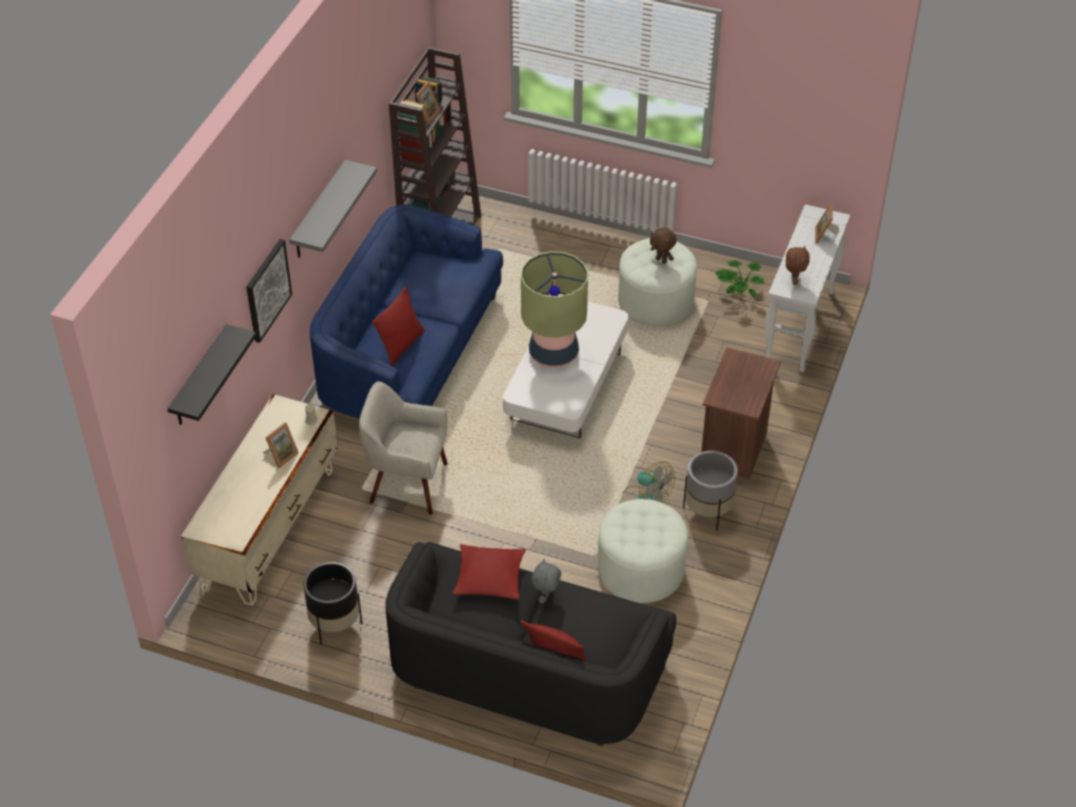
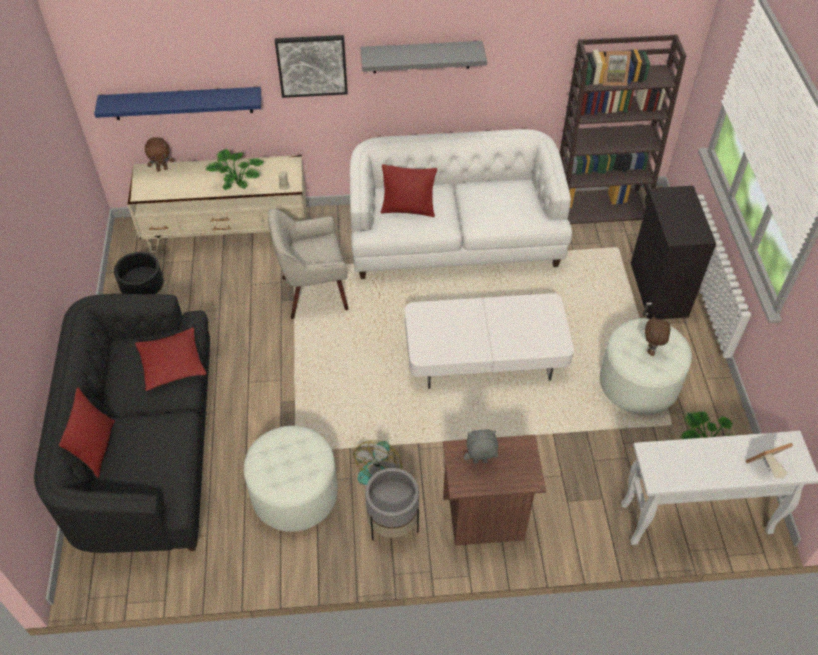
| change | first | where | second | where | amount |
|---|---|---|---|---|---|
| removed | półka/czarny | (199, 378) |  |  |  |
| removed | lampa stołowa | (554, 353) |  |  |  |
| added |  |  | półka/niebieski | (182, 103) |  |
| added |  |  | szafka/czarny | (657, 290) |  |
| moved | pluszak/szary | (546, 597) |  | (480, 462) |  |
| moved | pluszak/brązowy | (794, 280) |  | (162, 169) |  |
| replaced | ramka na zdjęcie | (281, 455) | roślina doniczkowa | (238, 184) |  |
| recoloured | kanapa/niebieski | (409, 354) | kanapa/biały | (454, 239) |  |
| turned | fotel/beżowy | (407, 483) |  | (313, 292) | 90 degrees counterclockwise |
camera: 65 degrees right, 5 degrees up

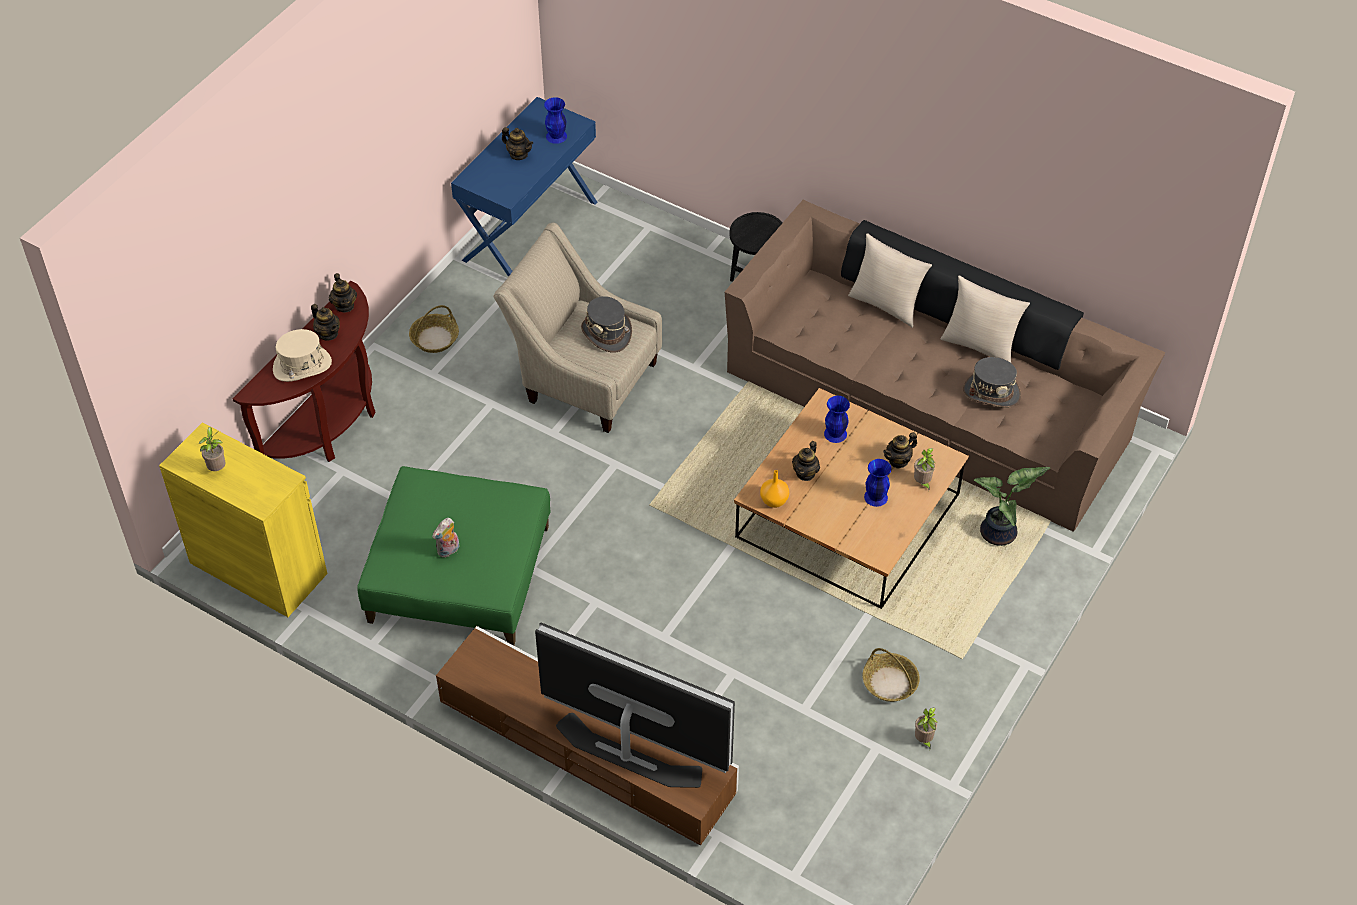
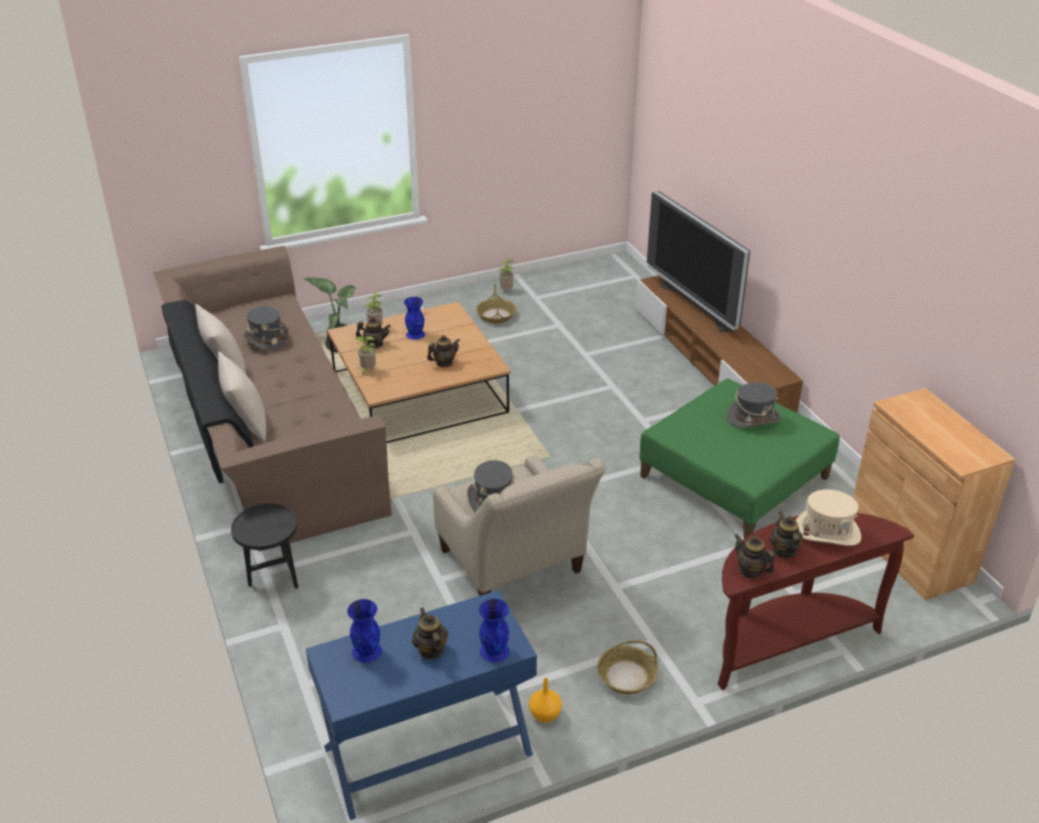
| change | first | where | second | where | amount |
|---|---|---|---|---|---|
| moved | roślina doniczkowa | (217, 468) |  | (367, 370) |  |
| moved | wazon/pomarańczowy | (773, 500) |  | (545, 715) |  |
| moved | wazon/niebieski | (835, 434) |  | (495, 651) |  |
| replaced | pluszak | (448, 551) | kapelusz/szary | (753, 418) |  |
| recoloured | szafka/żółty | (258, 568) | szafka/brązowy | (909, 551) |  |
| turned | imbryk | (344, 305) |  | (750, 571) | 60 degrees counterclockwise |
camera: 145 degrees left, 15 degrees down

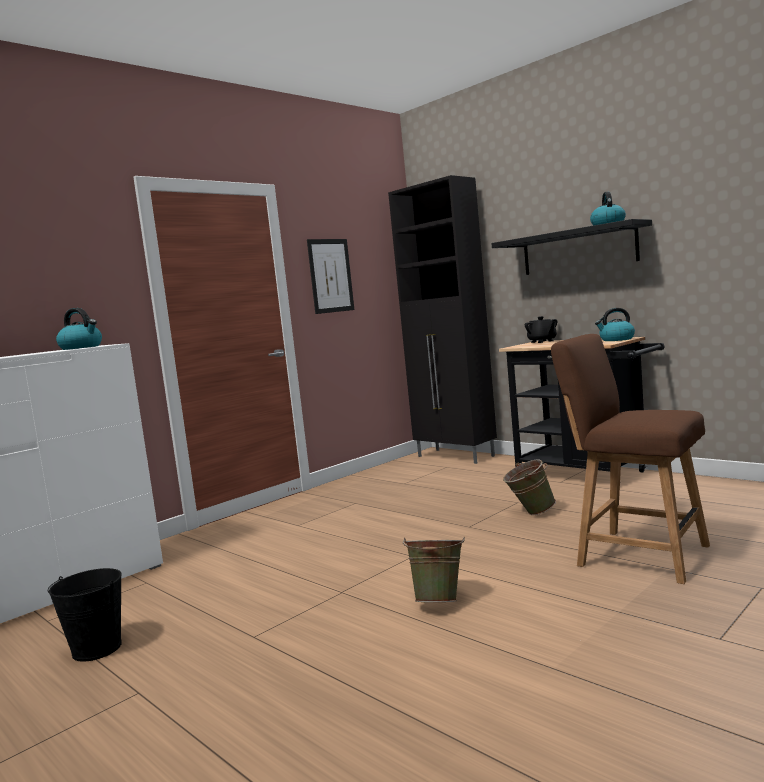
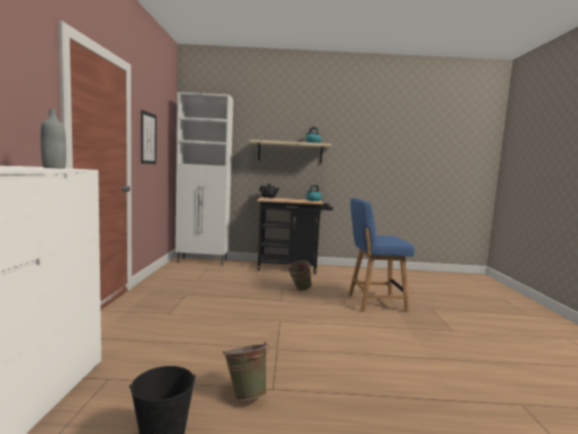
| change | first | where | second | where | amount |
|---|---|---|---|---|---|
| moved | wiadro/zielony | (439, 601) |  | (246, 393) |  |
| replaced | czajnik | (82, 347) | butelka/szary | (54, 168) |  |
| recoloured | szafka/czarny | (456, 456) | szafka/biały | (203, 262) |  |
| recoloured | półka/czarny | (578, 250) | półka/beżowy | (290, 152) |  |
| recoloured | krzesło/brązowy | (636, 554) | krzesło/niebieski | (373, 303) |  |
camera: 45 degrees left, 0 degrees up

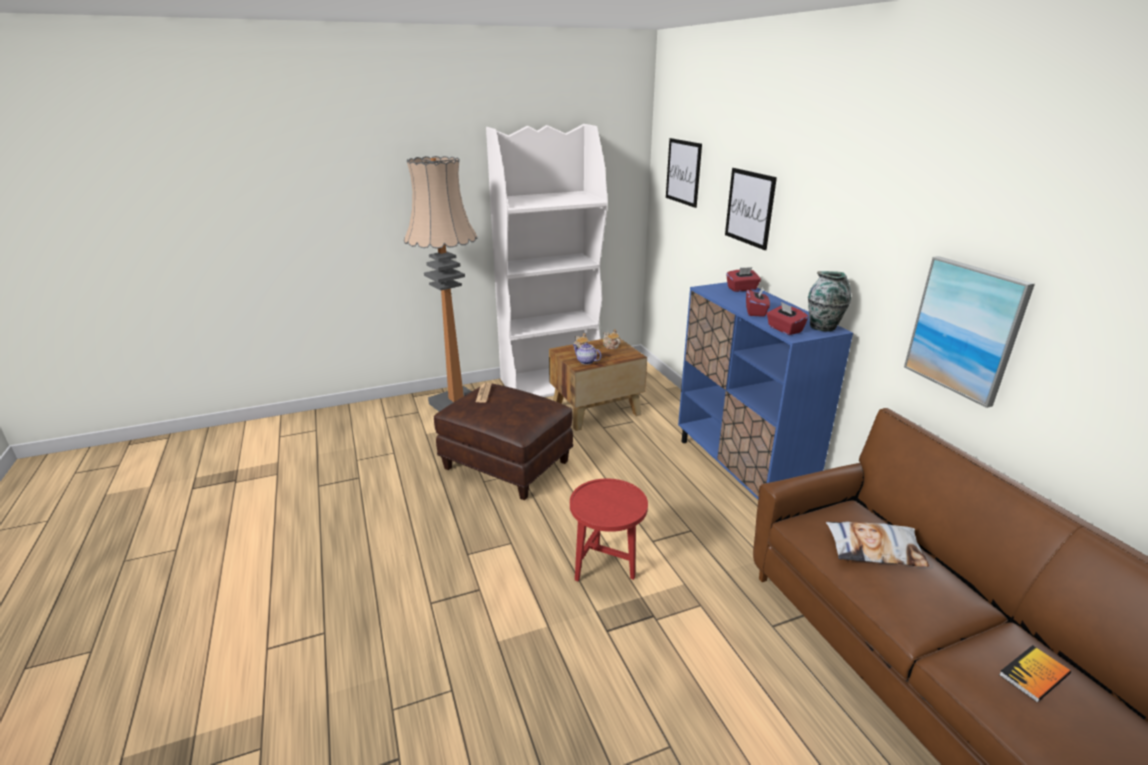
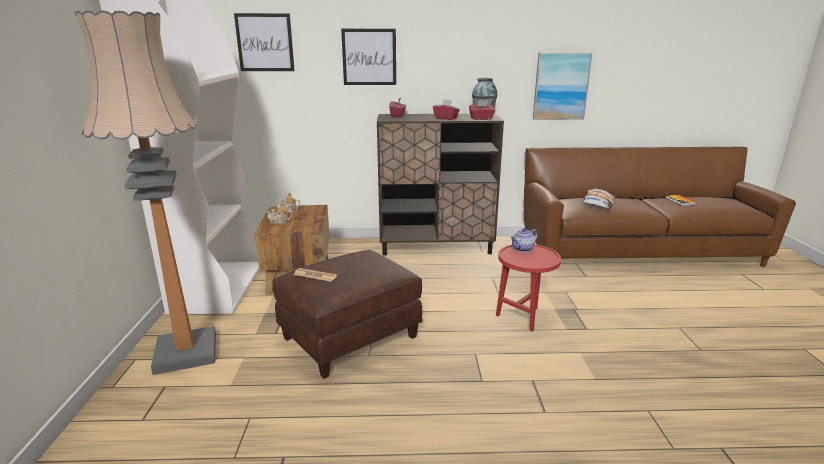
| change | first | where | second | where | amount |
|---|---|---|---|---|---|
| moved | imbryk | (586, 361) |  | (523, 249) |  |
| recoloured | szafka/niebieski | (740, 471) | szafka/brązowy | (436, 247) |  |
camera: 70 degrees left, 5 degrees down

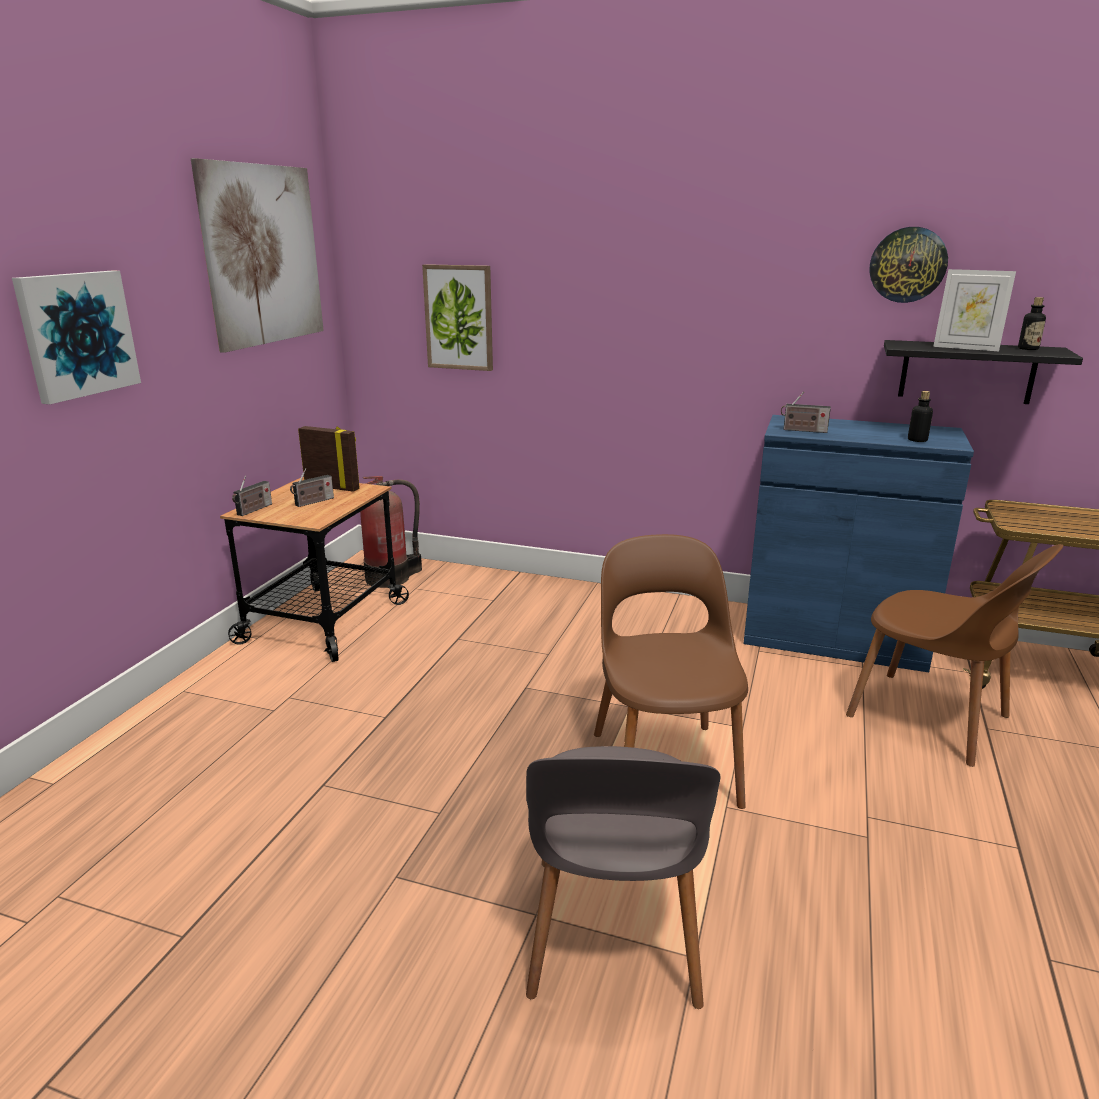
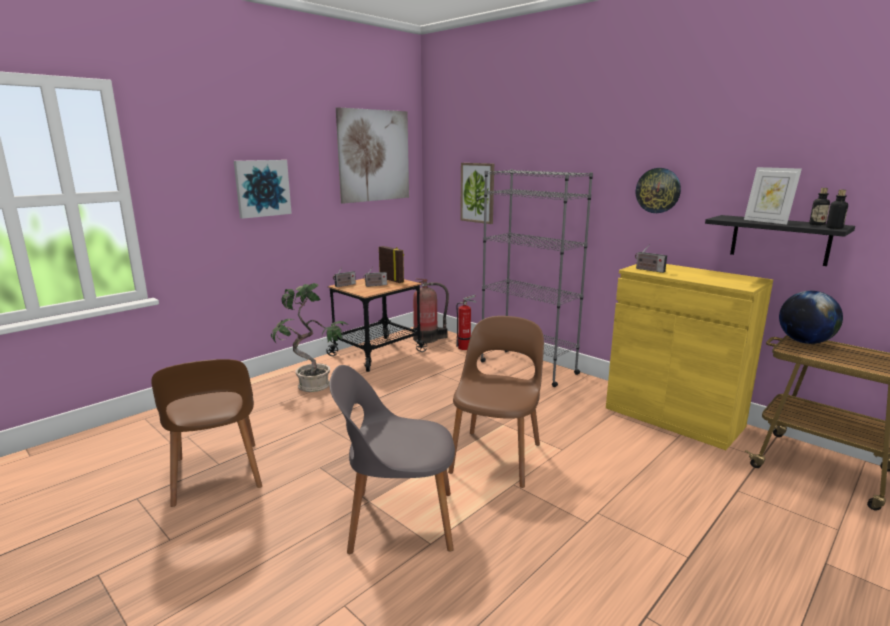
| change | first | where | second | where | amount |
|---|---|---|---|---|---|
| added |  |  | roślina doniczkowa | (312, 386) |  |
| added |  |  | gaśnica | (466, 347) |  |
| added |  |  | regał/szary | (528, 367) |  |
| added |  |  | globus | (804, 342) |  |
| moved | krzesło/brązowy | (932, 719) |  | (217, 475) |  |
| moved | zegar ścienny | (907, 265) |  | (658, 190) |  |
| moved | butelka | (917, 440) |  | (834, 228) |  |
| recoloured | szafka/niebieski | (834, 638) | szafka/żółty | (673, 417) |  |
| turned | krzesło/szary | (612, 934) |  | (398, 520) | 60 degrees clockwise |
camera: 25 degrees right, 5 degrees down

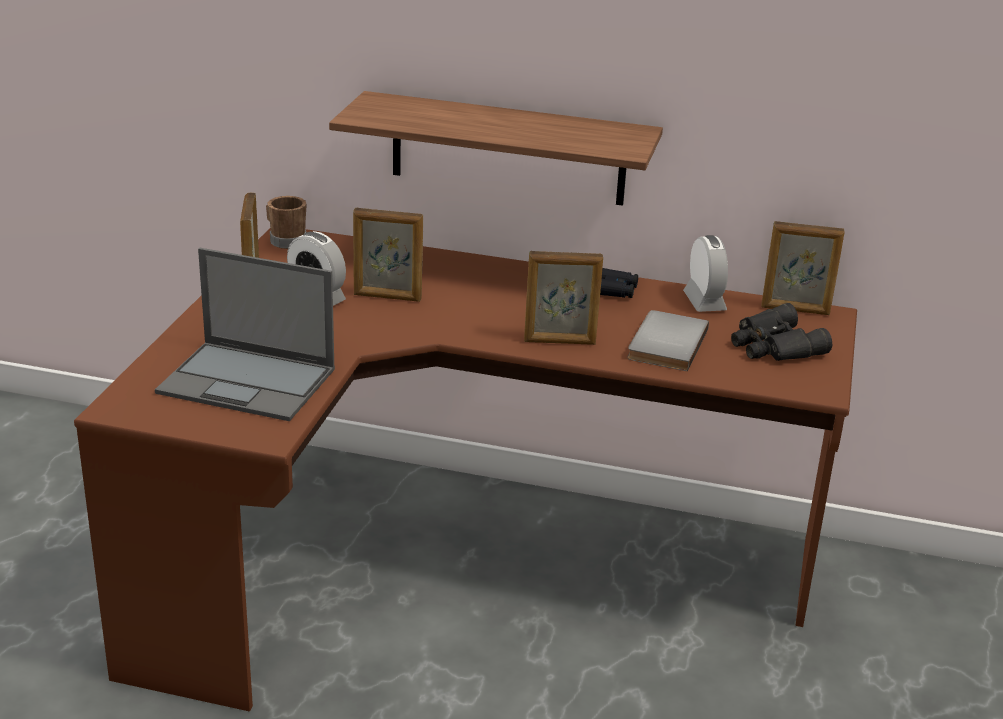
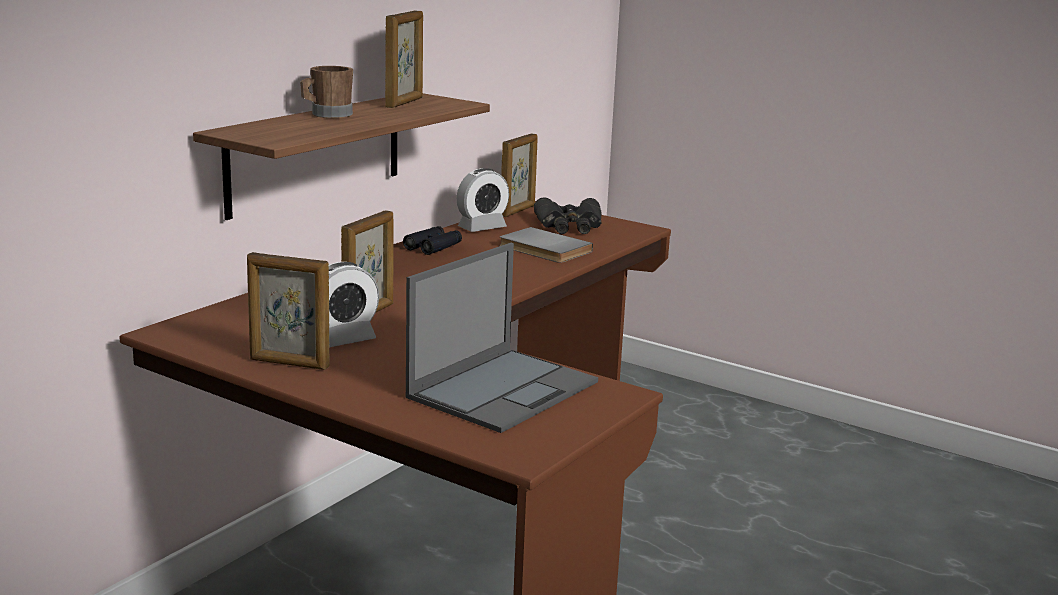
| change | first | where | second | where | amount |
|---|---|---|---|---|---|
| moved | kubek/brązowy | (285, 240) |  | (327, 115) |  |
| moved | ramka na zdjęcie | (560, 342) |  | (405, 102) |  |
| turned | budzik | (704, 302) |  | (482, 228) | 135 degrees clockwise |
camera: 70 degrees left, 10 degrees down

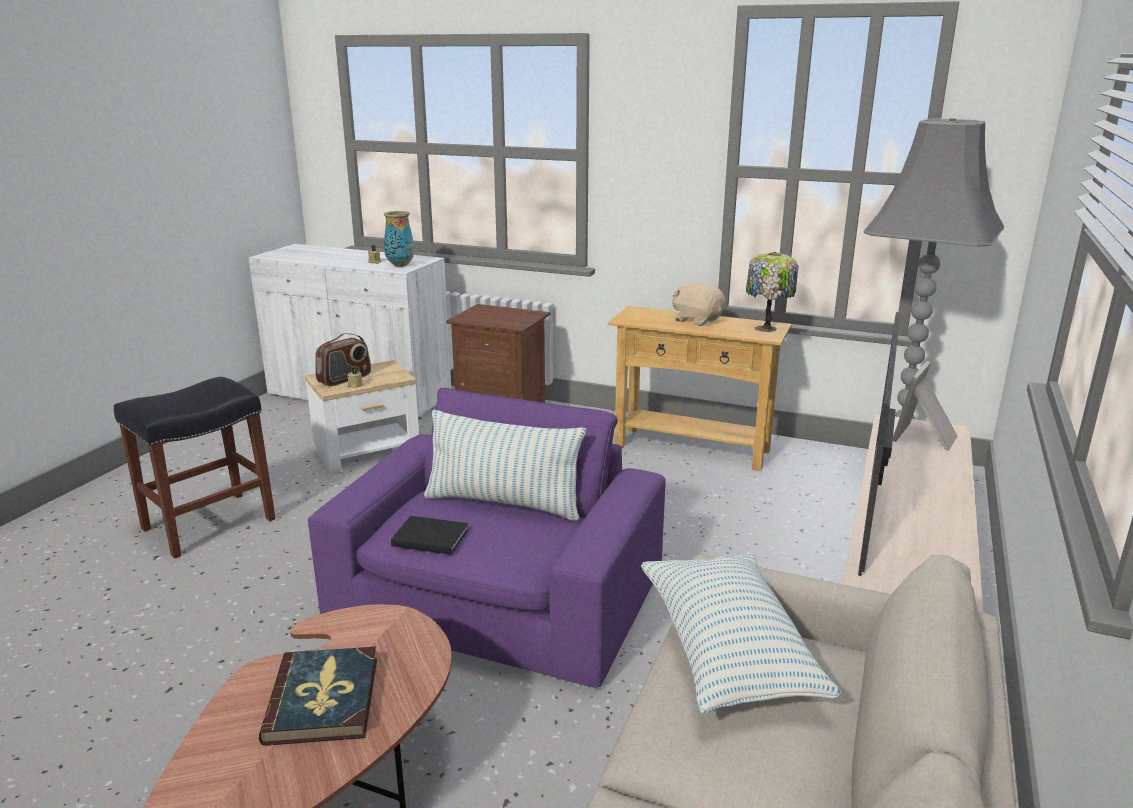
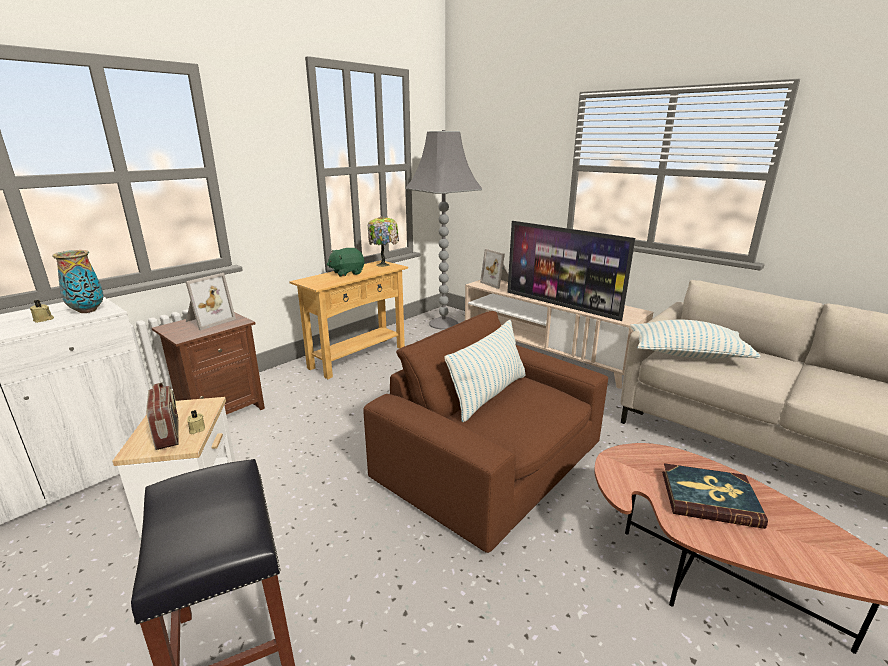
| change | first | where | second | where | amount |
|---|---|---|---|---|---|
| removed | książka/czarny | (429, 537) |  |  |  |
| added |  |  | ramka na zdjęcie | (208, 320) |  |
| recoloured | fotel/fioletowy | (497, 598) | fotel/brązowy | (492, 461) |  |
| recoloured | pluszak/beżowy | (696, 320) | pluszak/zielony | (347, 273) |  |
camera: 70 degrees left, 0 degrees up

